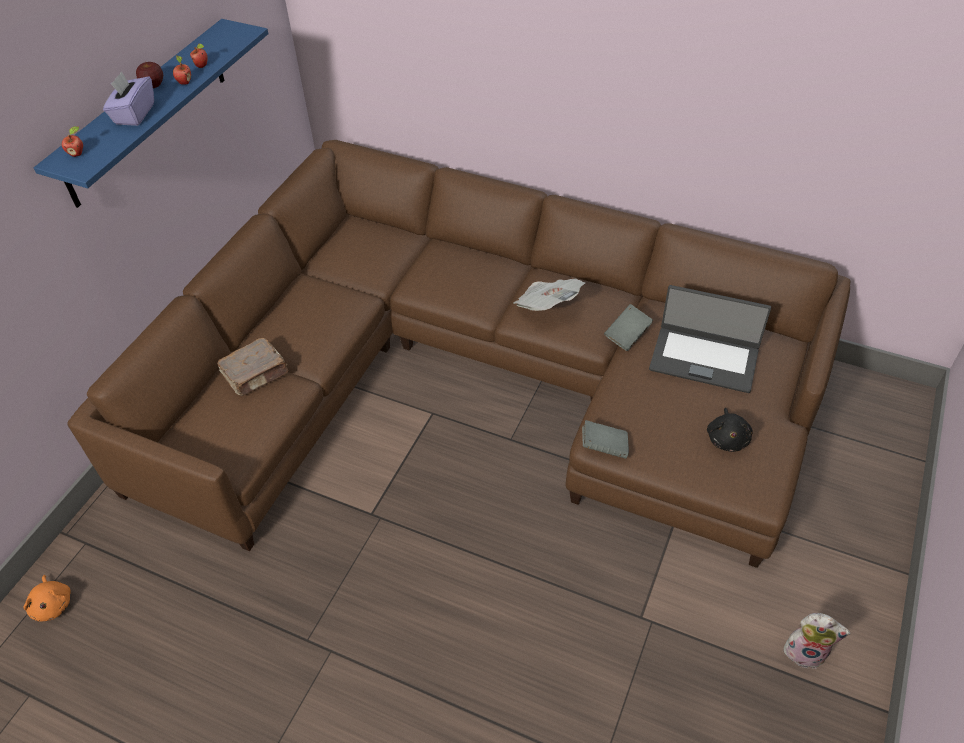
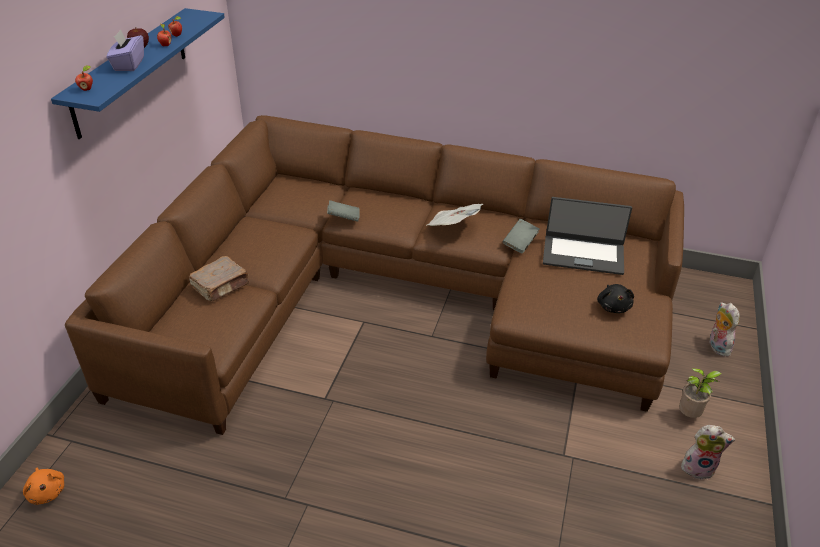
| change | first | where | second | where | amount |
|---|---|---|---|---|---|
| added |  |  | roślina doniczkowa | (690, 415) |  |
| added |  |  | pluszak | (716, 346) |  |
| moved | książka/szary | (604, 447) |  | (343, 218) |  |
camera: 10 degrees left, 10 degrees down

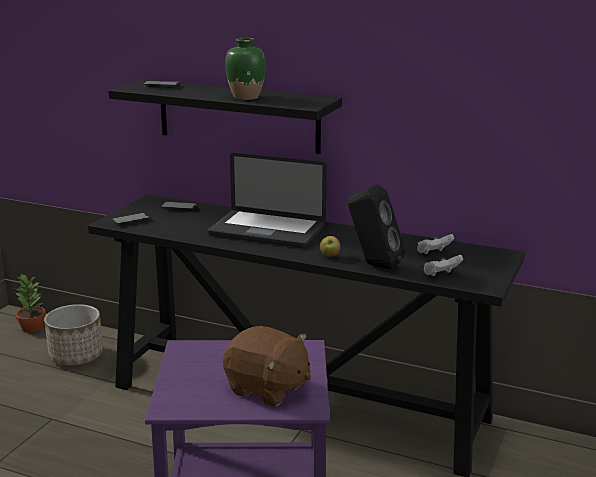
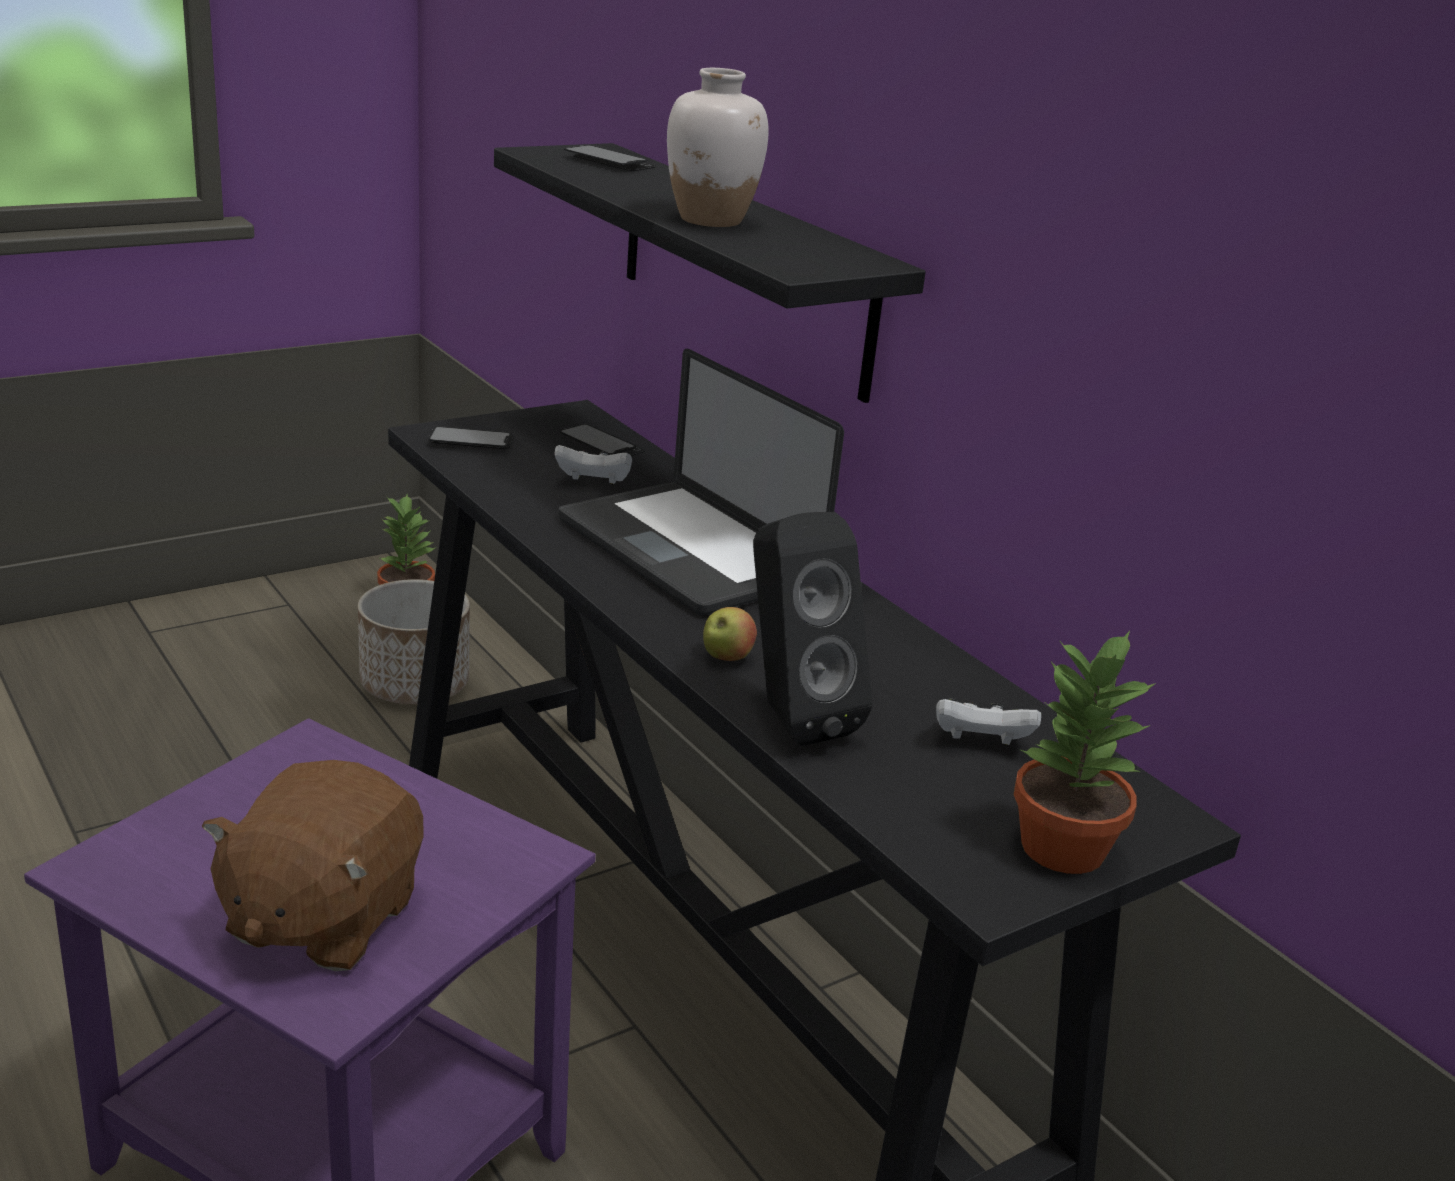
| change | first | where | second | where | amount |
|---|---|---|---|---|---|
| added |  |  | roślina doniczkowa | (1060, 848) |  |
| moved | pad do gier/biały | (441, 275) |  | (593, 483) |  |
| recoloured | wazon/zielony | (246, 97) | wazon/biały | (711, 219) |  |
| turned | pluszak/brązowy | (267, 389) |  | (321, 918) | 45 degrees clockwise |
camera: 30 degrees right, 5 degrees up

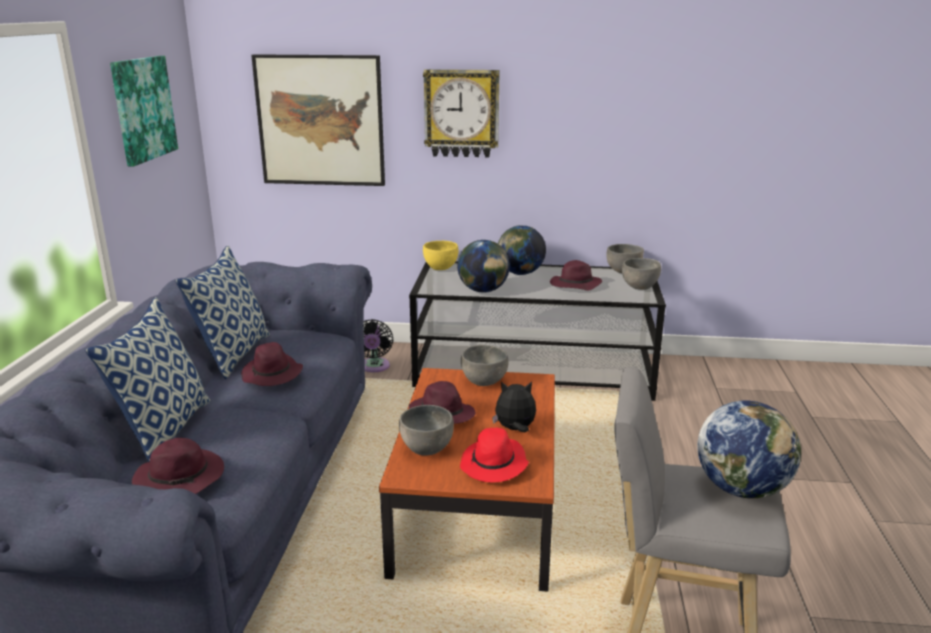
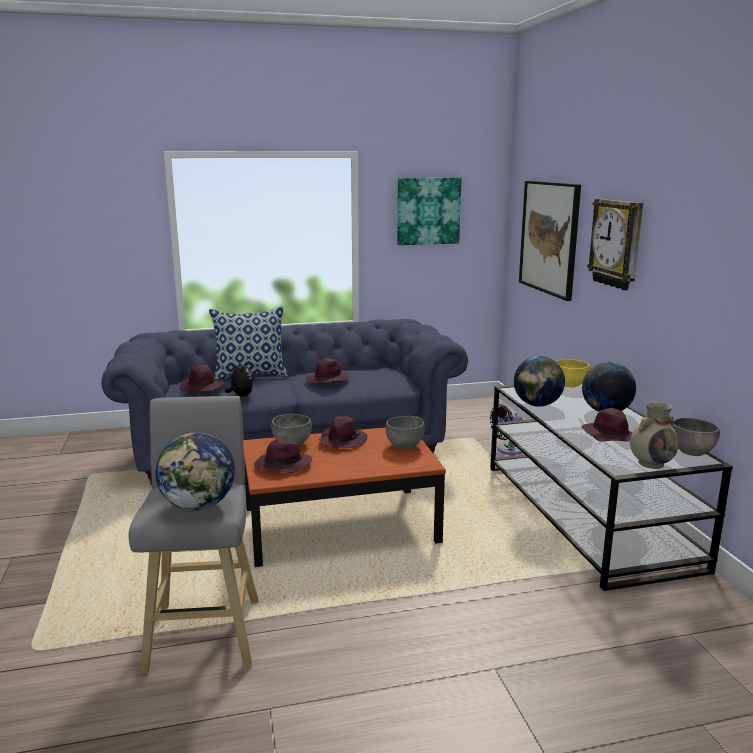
| change | first | where | second | where | amount |
|---|---|---|---|---|---|
| removed | poduszka | (233, 354) |  |  |  |
| moved | pluszak | (515, 429) |  | (241, 396) |  |
| replaced | miska/szary | (639, 287) | wazon/beżowy | (651, 463) |  |
| recoloured | kapelusz/czerwony | (494, 465) | kapelusz/fioletowy | (282, 466) |  |
camera: 70 degrees right, 5 degrees down

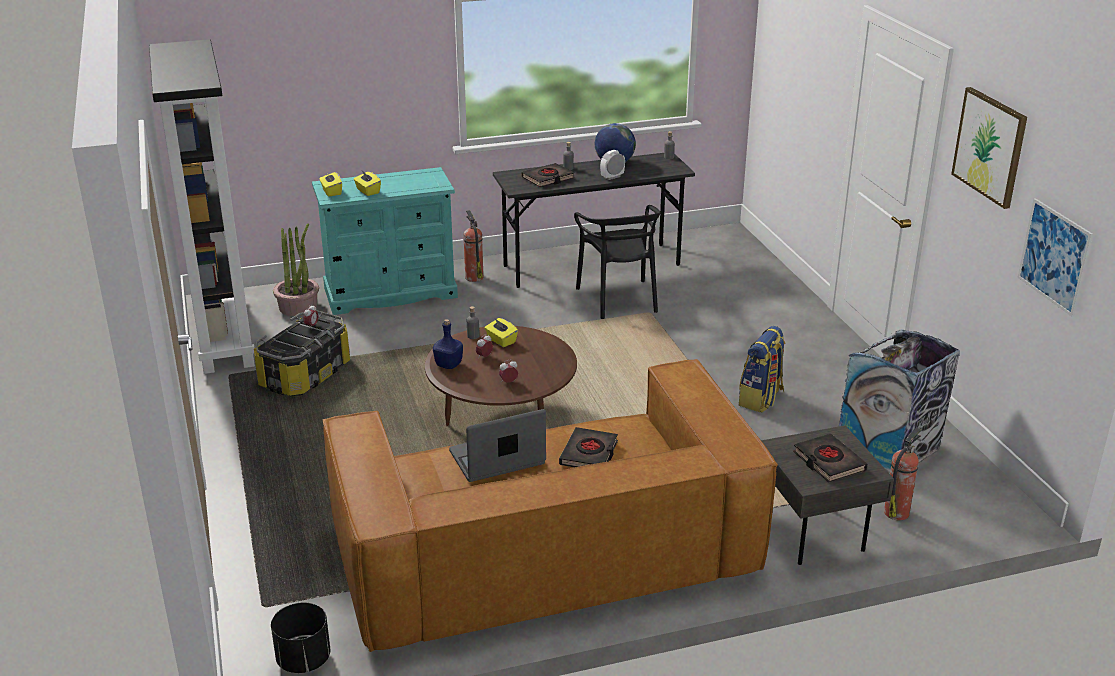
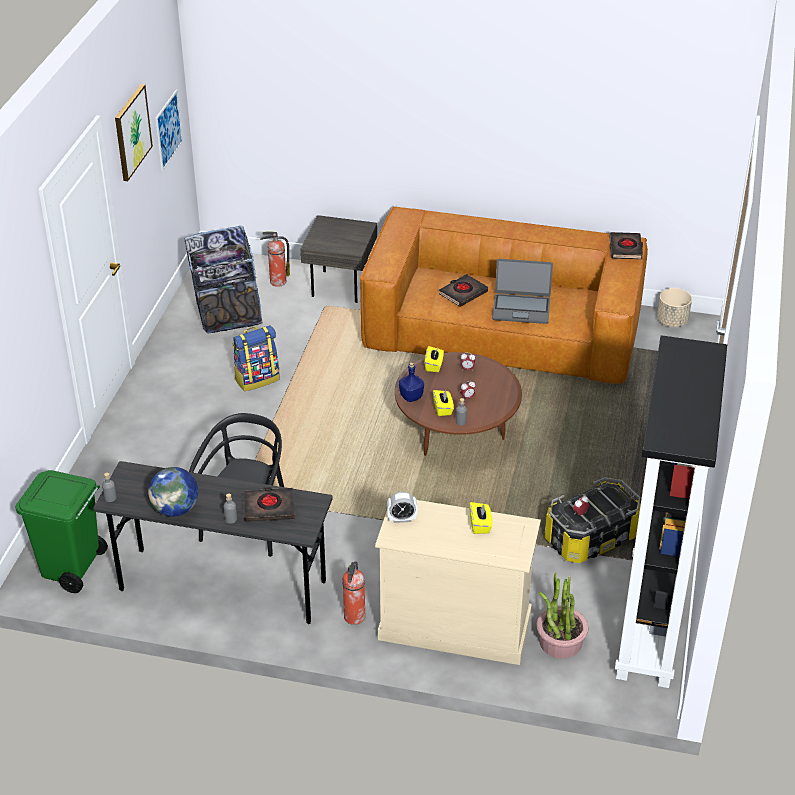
| change | first | where | second | where | amount |
|---|---|---|---|---|---|
| added |  |  | kosz na śmieci/zielony | (72, 569) |  |
| moved | pudełko chusteczek/żółty | (331, 192) |  | (434, 365) |  |
| moved | butelka/niebieski | (448, 365) |  | (411, 397) |  |
| moved | budzik | (612, 177) |  | (402, 519) |  |
| moved | książka/czarny | (828, 462) |  | (626, 249) |  |
| recoloured | donica/czarny | (303, 660) | donica/beżowy | (672, 321) |  |
| recoloured | komoda/turkusowy | (390, 293) | komoda/beżowy | (455, 626) |  |
camera: 150 degrees left, 10 degrees up

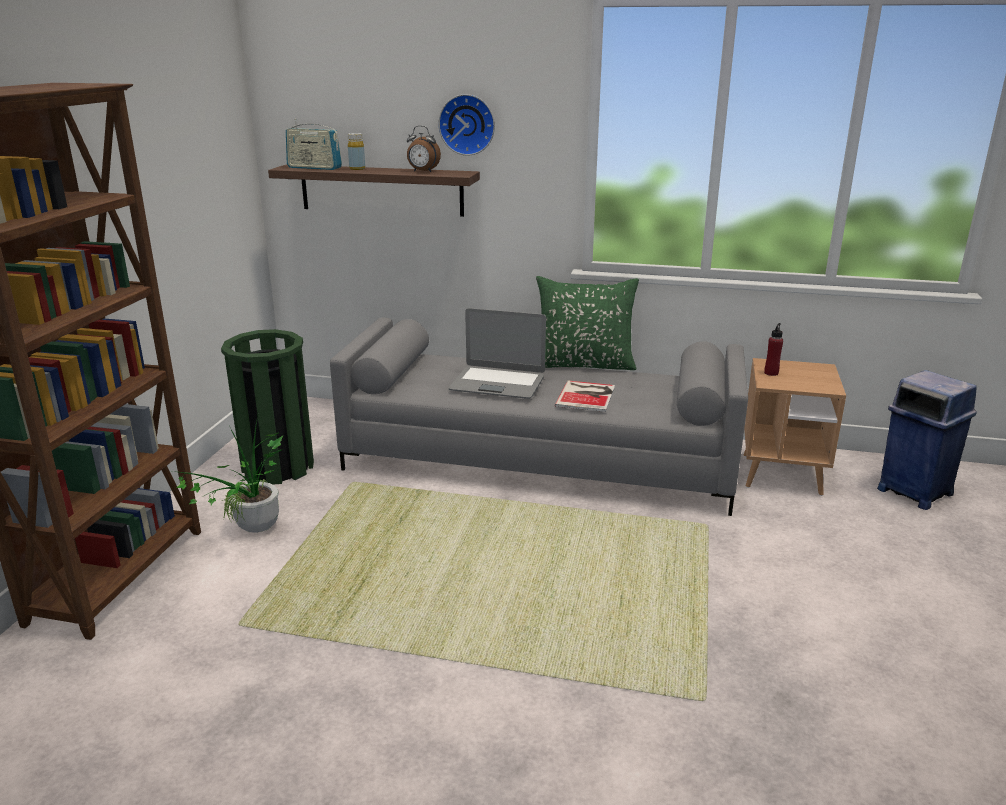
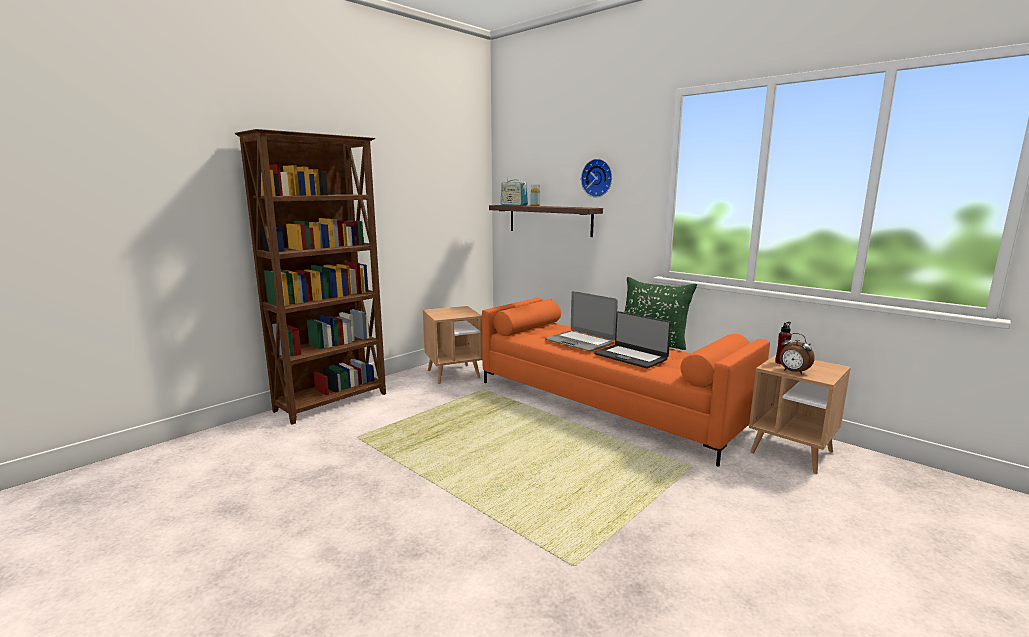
| change | first | where | second | where | amount |
|---|---|---|---|---|---|
| removed | roślina doniczkowa | (252, 532) |  |  |  |
| removed | kosz na śmieci/niebieski | (913, 491) |  |  |  |
| moved | budzik | (422, 171) |  | (793, 372) |  |
| replaced | kosz na śmieci/zielony | (278, 467) | stolik/brązowy | (453, 374) |  |
| replaced | książka | (587, 396) | laptop | (631, 356) |  |
| recoloured | kanapa/szary | (540, 461) | kanapa/pomarańczowy | (608, 403) |  |
camera: 30 degrees right, 10 degrees down

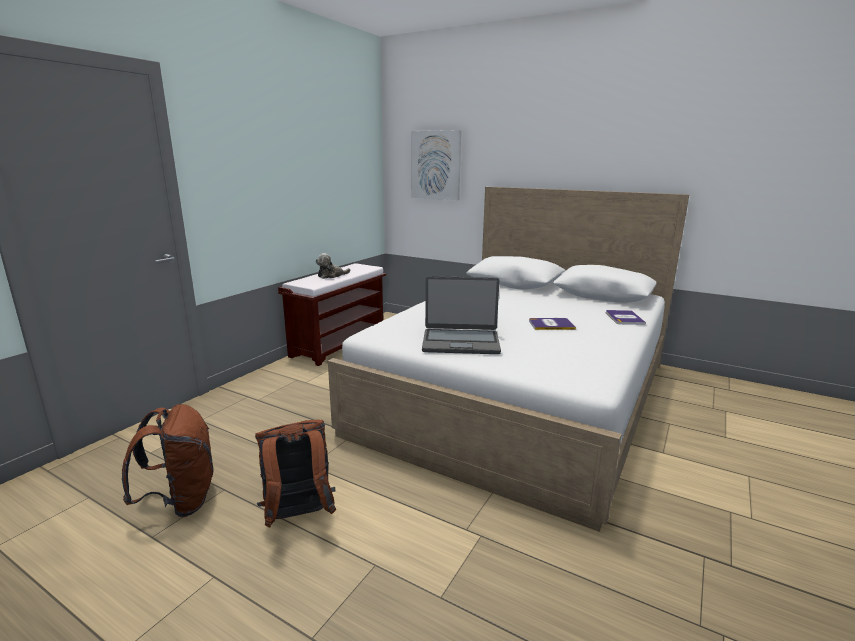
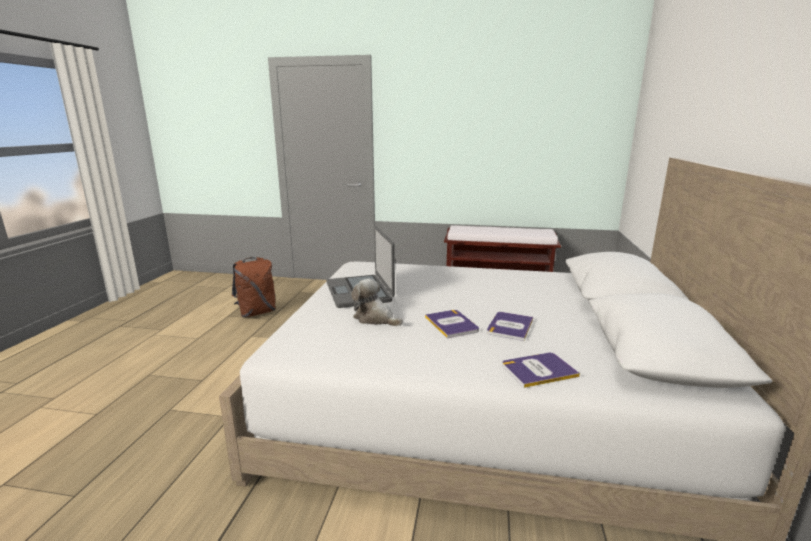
| change | first | where | second | where | amount |
|---|---|---|---|---|---|
| removed | plecak/brązowy | (298, 517) |  |  |  |
| removed | obraz | (436, 165) |  |  |  |
| added |  |  | książka | (510, 326) |  |
| moved | pluszak | (331, 275) |  | (375, 318) |  |
camera: 70 degrees right, 0 degrees up

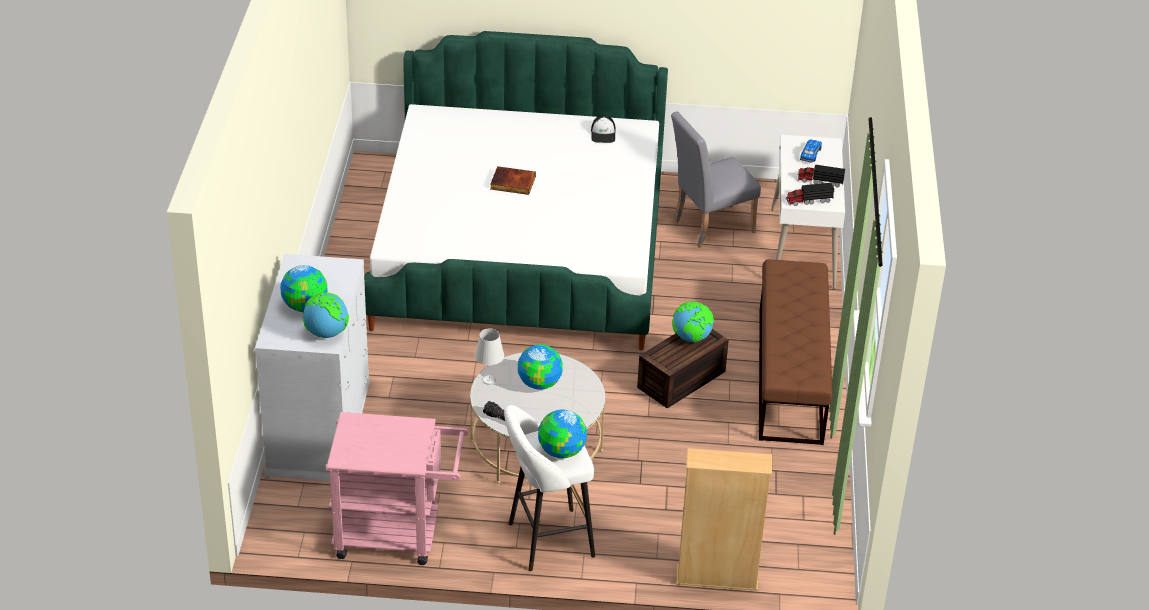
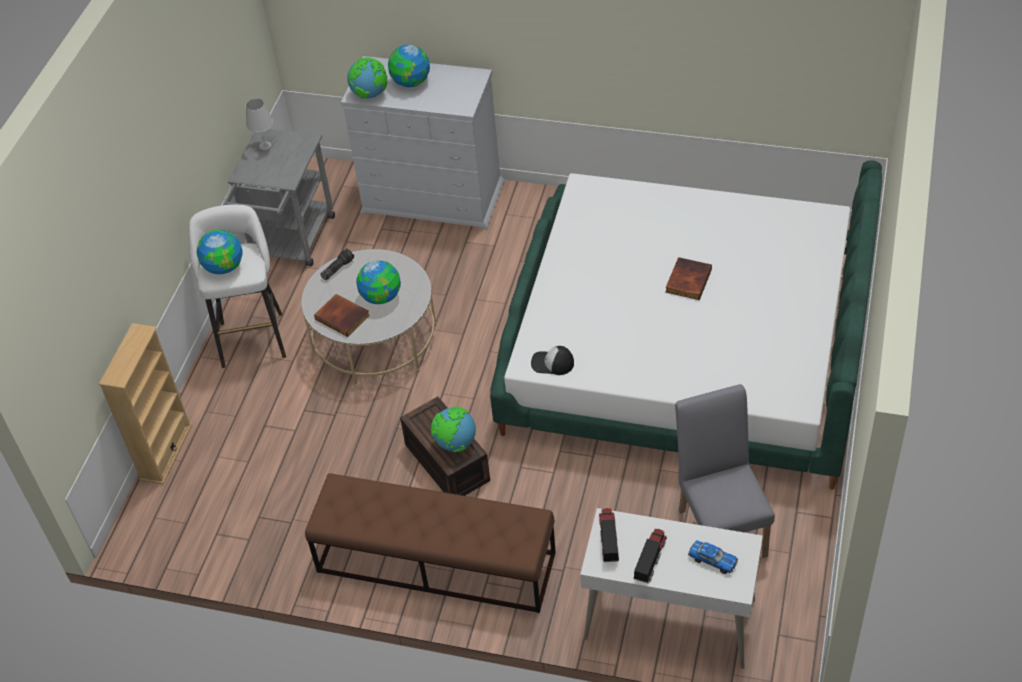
| change | first | where | second | where | amount |
|---|---|---|---|---|---|
| added |  |  | książka | (343, 317) |  |
| moved | lampa stołowa/biały | (489, 380) |  | (265, 146) |  |
| moved | czapka z daszkiem | (603, 134) |  | (552, 363) |  |
| recoloured | wózek/różowy | (397, 535) | wózek/szary | (290, 243) |  |
camera: 105 degrees right, 10 degrees up

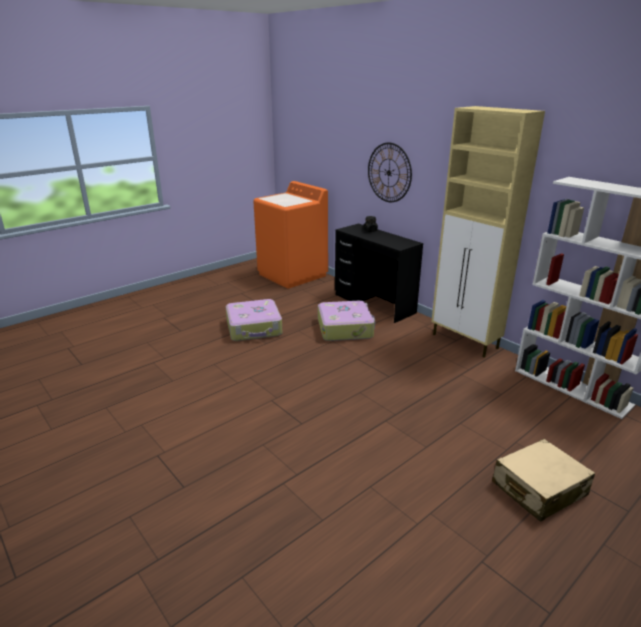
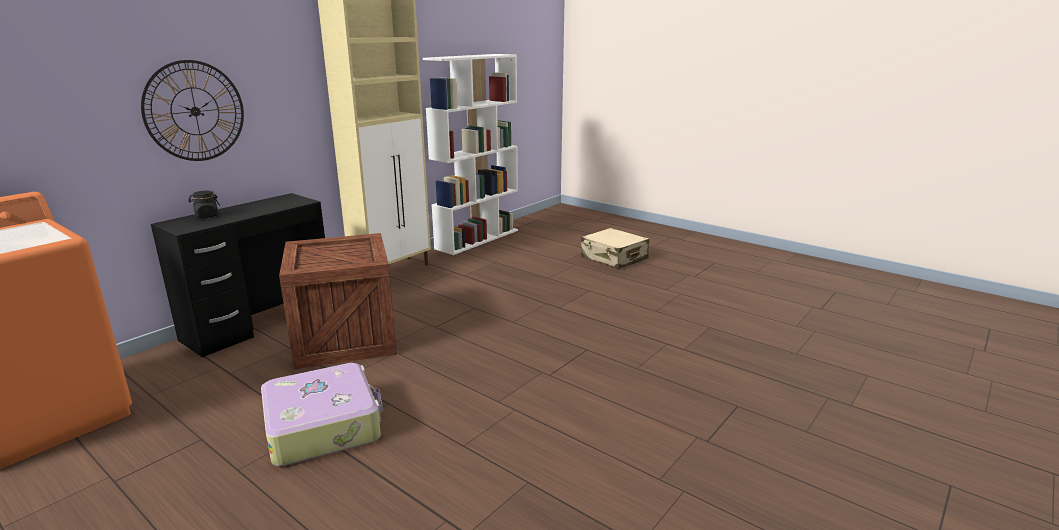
| change | first | where | second | where | amount |
|---|---|---|---|---|---|
| replaced | walizka | (345, 328) | skrzynka | (343, 340) |  |
camera: 100 degrees left, 5 degrees down

